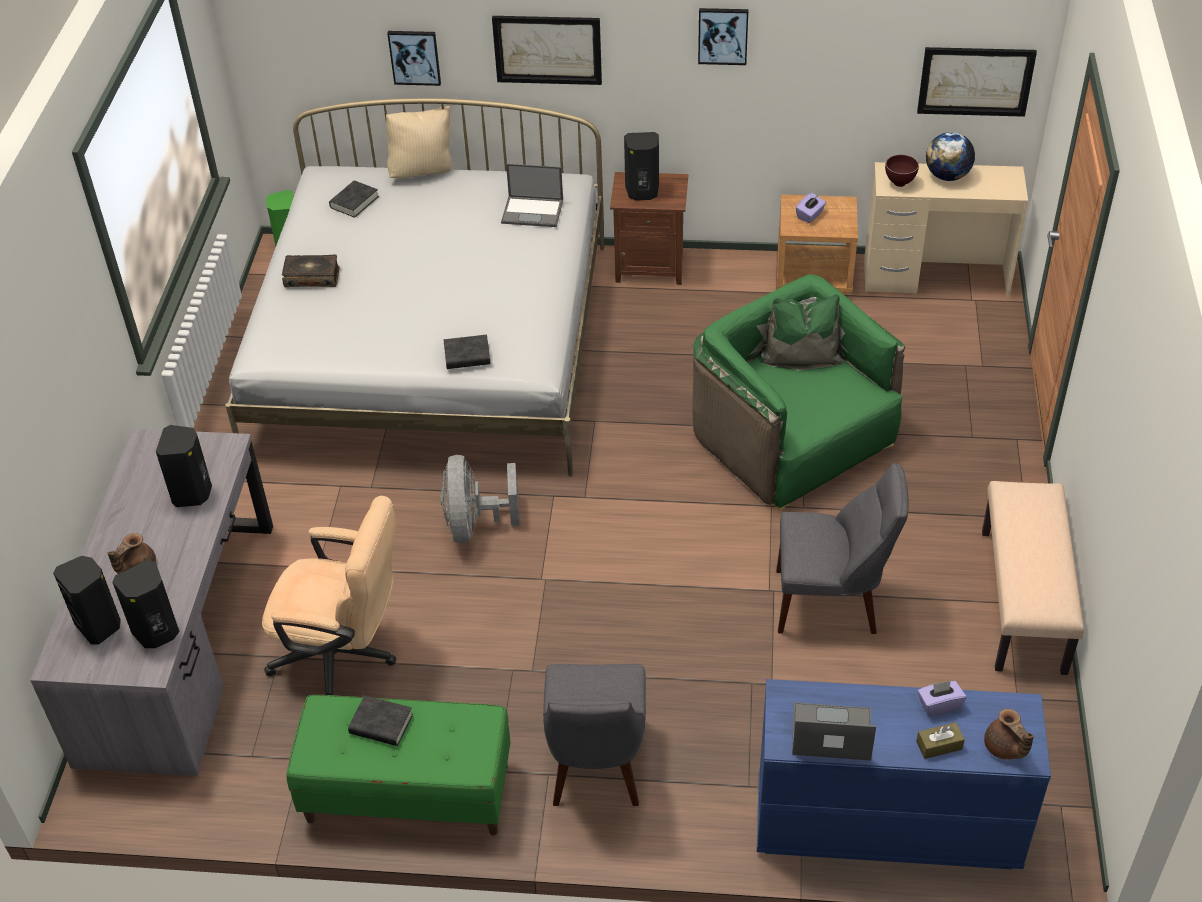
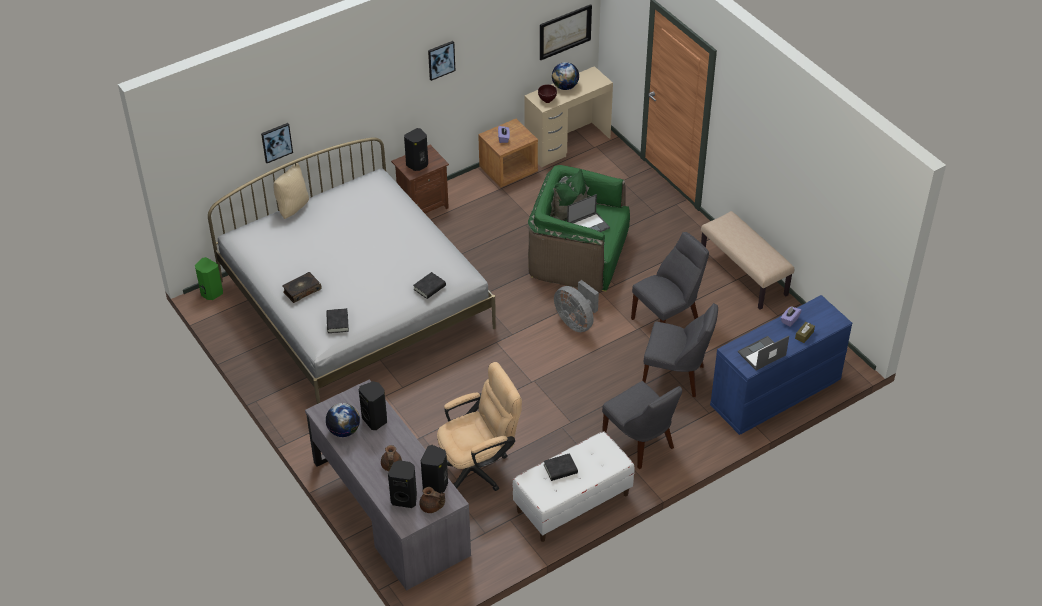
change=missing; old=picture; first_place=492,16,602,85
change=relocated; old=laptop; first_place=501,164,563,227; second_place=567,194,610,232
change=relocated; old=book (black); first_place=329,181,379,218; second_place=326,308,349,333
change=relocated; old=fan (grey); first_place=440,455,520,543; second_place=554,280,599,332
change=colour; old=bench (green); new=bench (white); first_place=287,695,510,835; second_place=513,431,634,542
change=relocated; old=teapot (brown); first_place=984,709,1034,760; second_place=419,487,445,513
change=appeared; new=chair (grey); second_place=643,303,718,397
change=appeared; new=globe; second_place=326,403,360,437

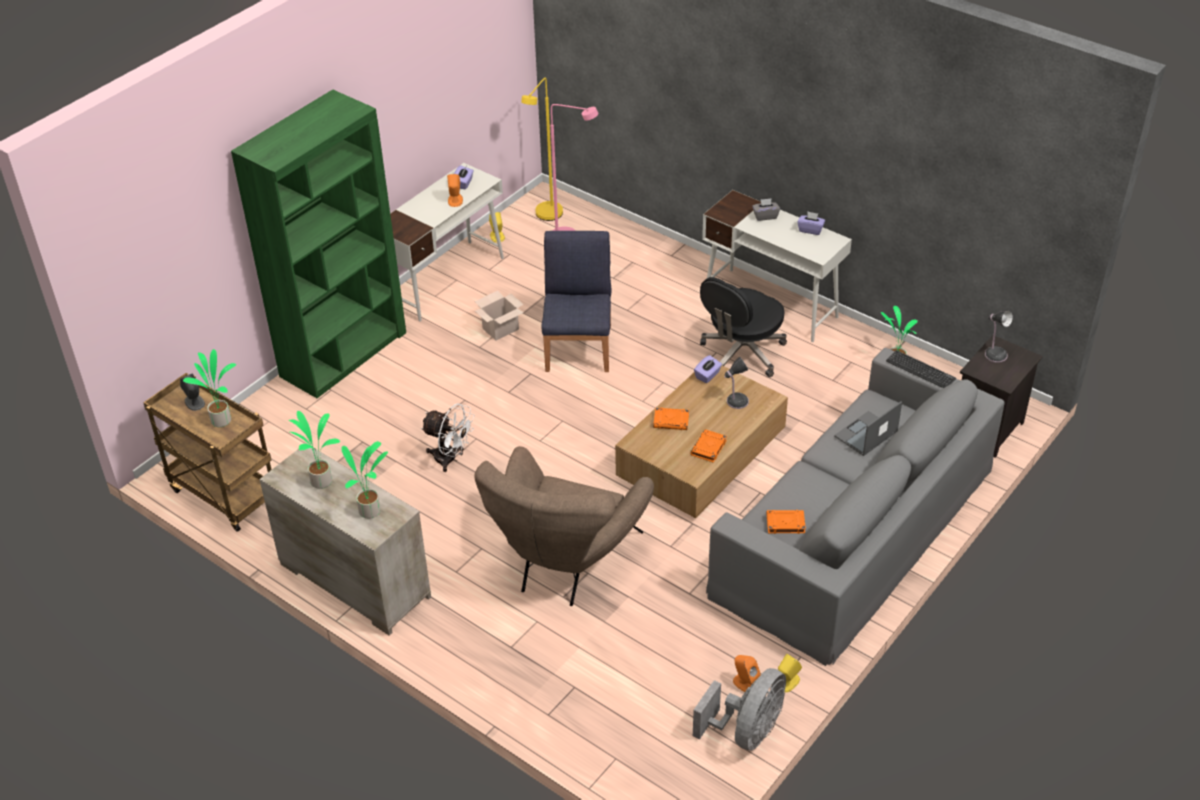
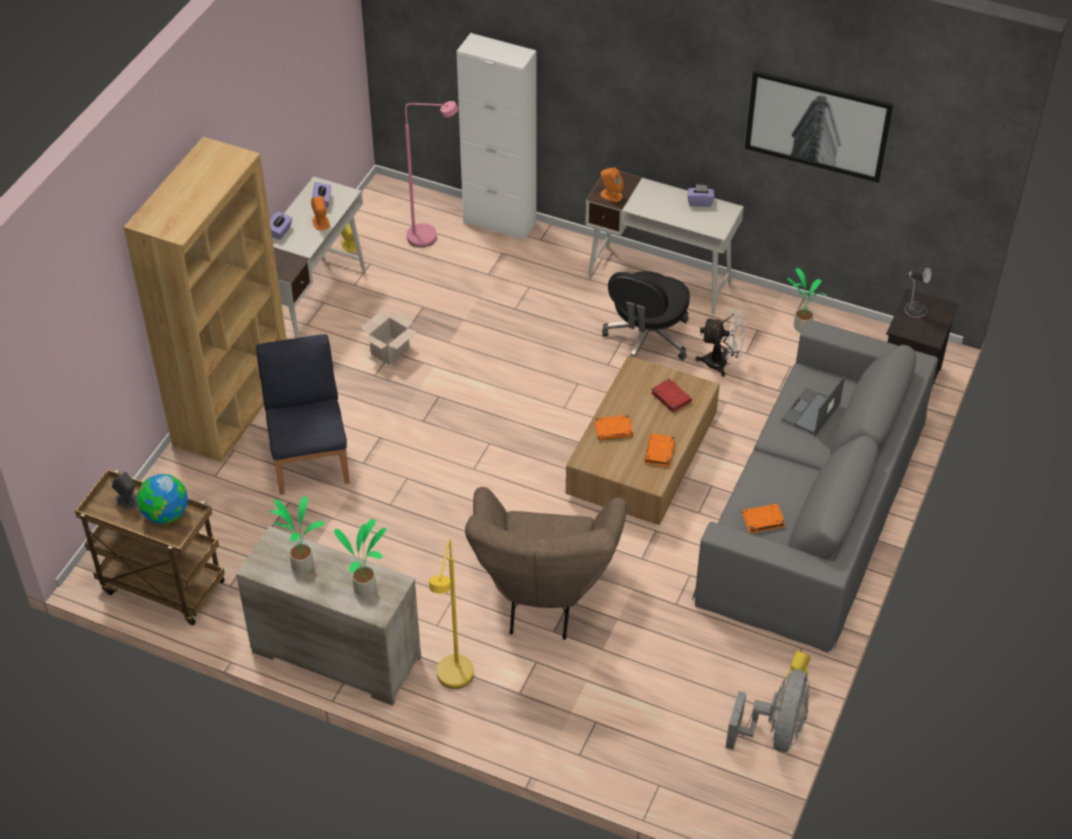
change=relocated; old=floor lamp (yellow); first_place=521,78,563,221; second_place=429,539,474,689
change=colour; old=bookcase (green); new=bookcase (brown); first_place=231,89,406,398; second_place=123,137,287,462
change=missing; old=tissue box (grey); first_place=752,199,780,221
change=relocated; old=chair (blue); first_place=541,231,611,372; second_place=256,334,350,495
change=exchanged; old=potted plant; new=globe; first_place=183,349,236,427; second_place=137,474,188,524
change=missing; old=keyboard; first_place=886,350,956,388
change=relocated; old=tissue box (purple); first_place=694,355,722,383; second_place=270,211,292,239
change=exchanged; old=table lamp; new=book (red); first_place=724,357,749,409; second_place=651,379,692,413
change=relocated; old=fan (white); first_place=421,403,475,472; second_place=695,308,747,377
change=relocated; old=speaker (orange); first_place=733,655,761,692; second_place=600,168,624,202
change=appeared; new=cabinet (white); second_place=457,33,537,241
change=appeared; new=picture; second_place=745,71,893,183

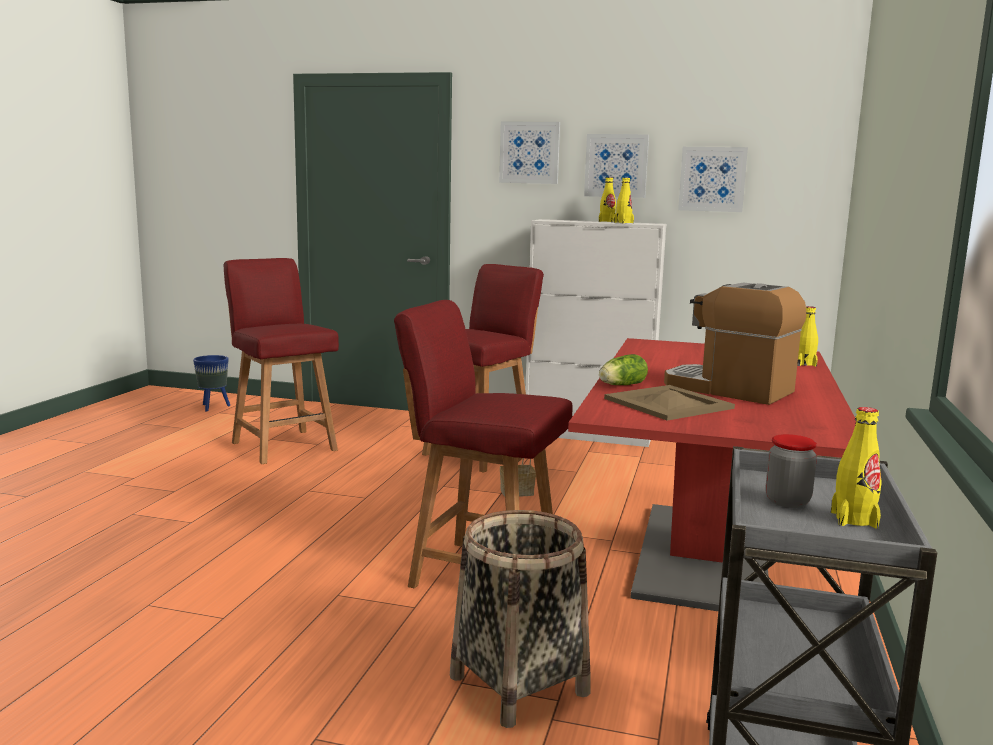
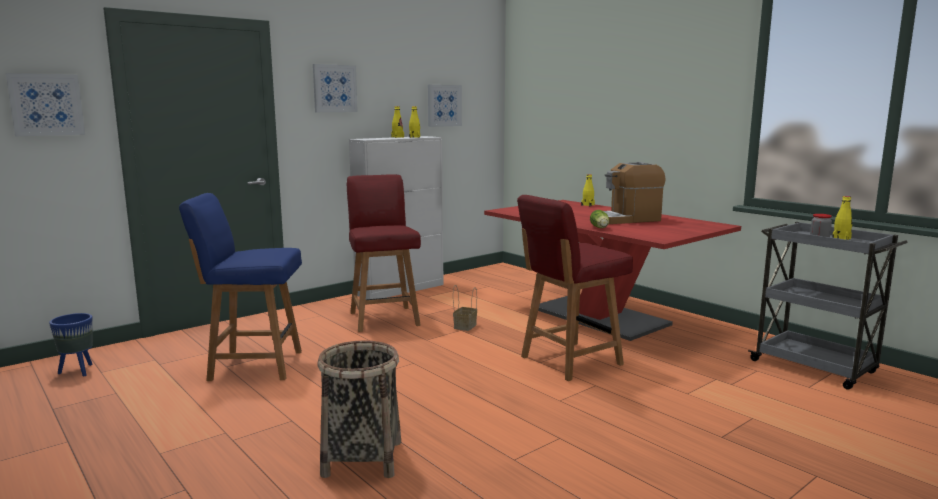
change=relocated; old=picture; first_place=584,134,649,198; second_place=6,73,85,136
change=colour; old=chair (red); new=chair (blue); first_place=223,258,339,464; second_place=179,193,302,381
change=missing; old=tray (beige); first_place=604,385,735,421
change=relocated; old=basket; first_place=450,510,590,728; second_place=317,340,401,478

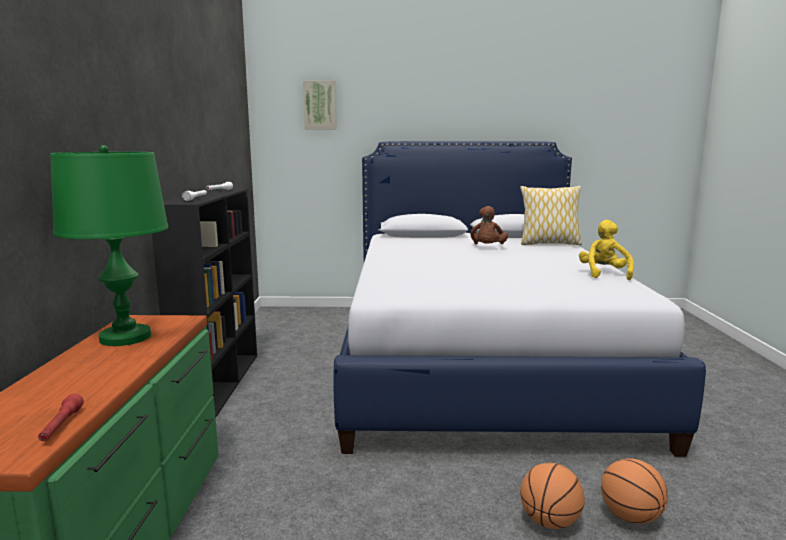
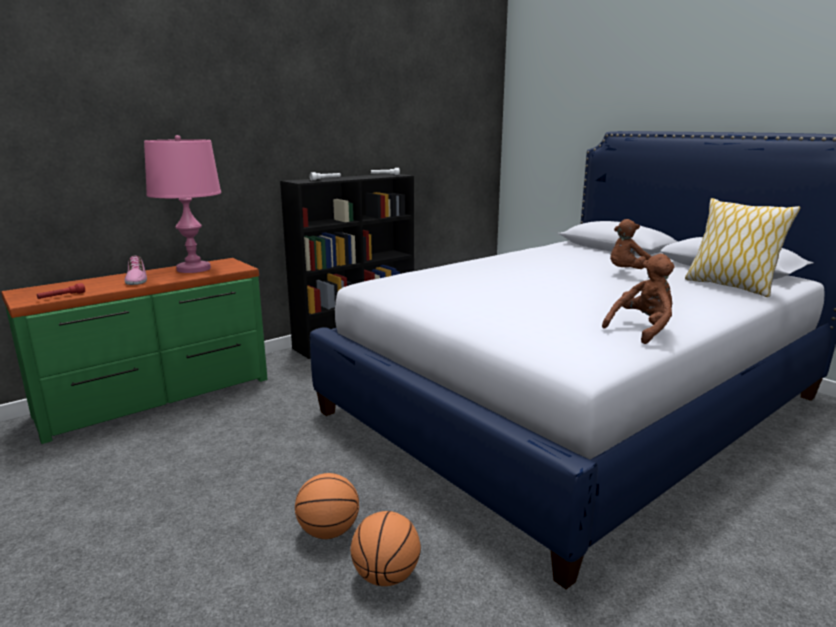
change=missing; old=picture; first_place=303,80,337,129
change=colour; old=table lamp (green); new=table lamp (pink); first_place=50,145,168,346; second_place=144,135,221,273
change=colour; old=plush toy (yellow); new=plush toy (brown); first_place=579,220,634,280; second_place=602,254,675,344
change=appeared; new=shoe; second_place=125,256,147,285

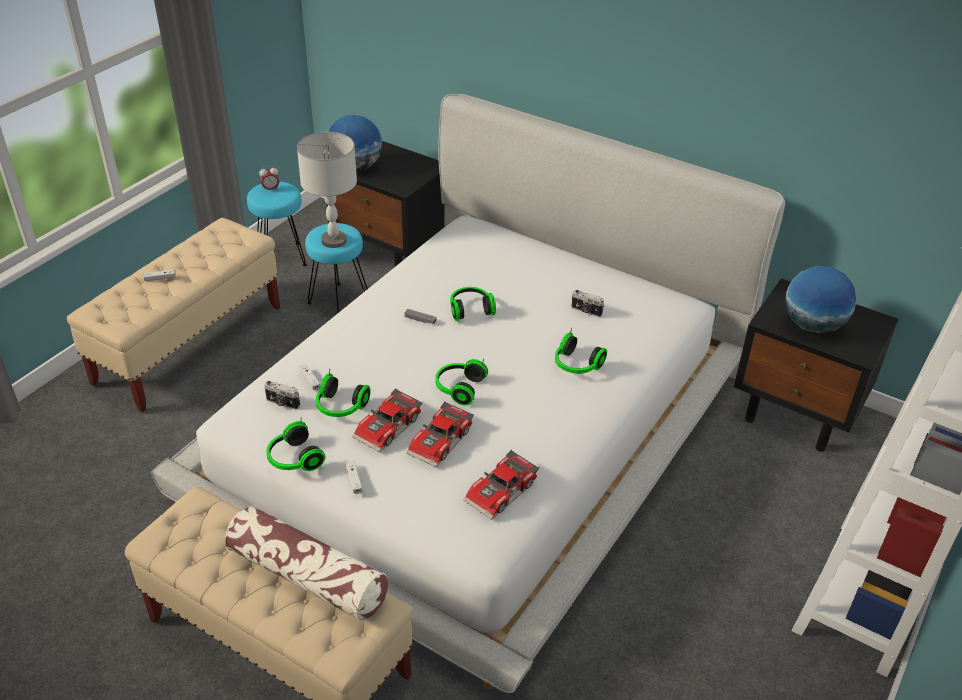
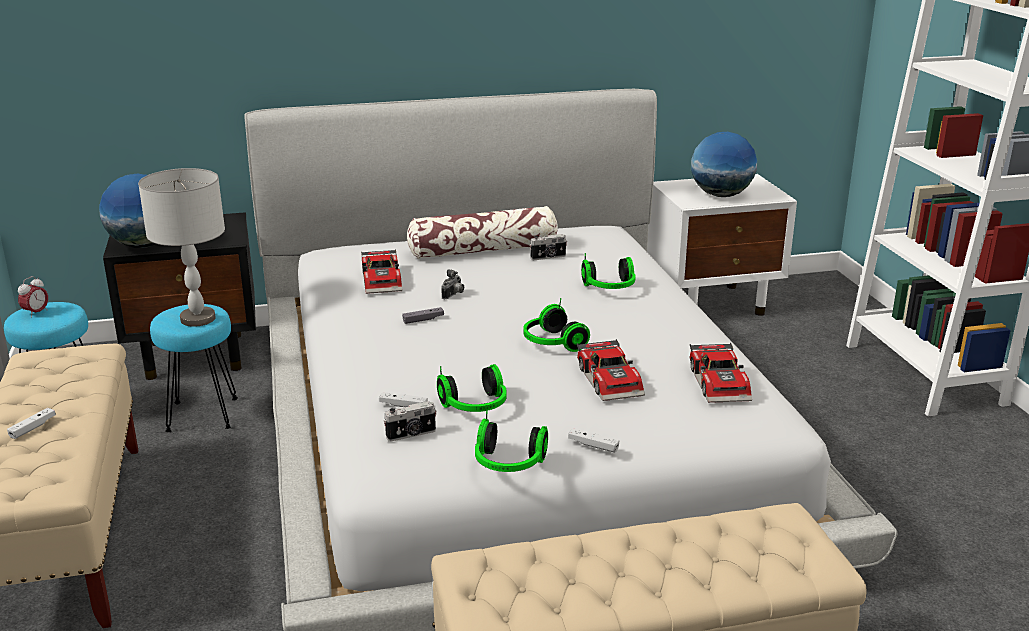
change=colour; old=nightstand (black); new=nightstand (white); first_place=734,278,899,452; second_place=647,174,797,316
change=exchanged; old=headphones; new=photo camera; first_place=450,287,496,321; second_place=441,269,464,299
change=relocated; old=toy car; first_place=353,389,422,452; second_place=361,249,402,294
change=relocated; old=pillow; first_place=225,506,388,620; second_place=407,206,558,259

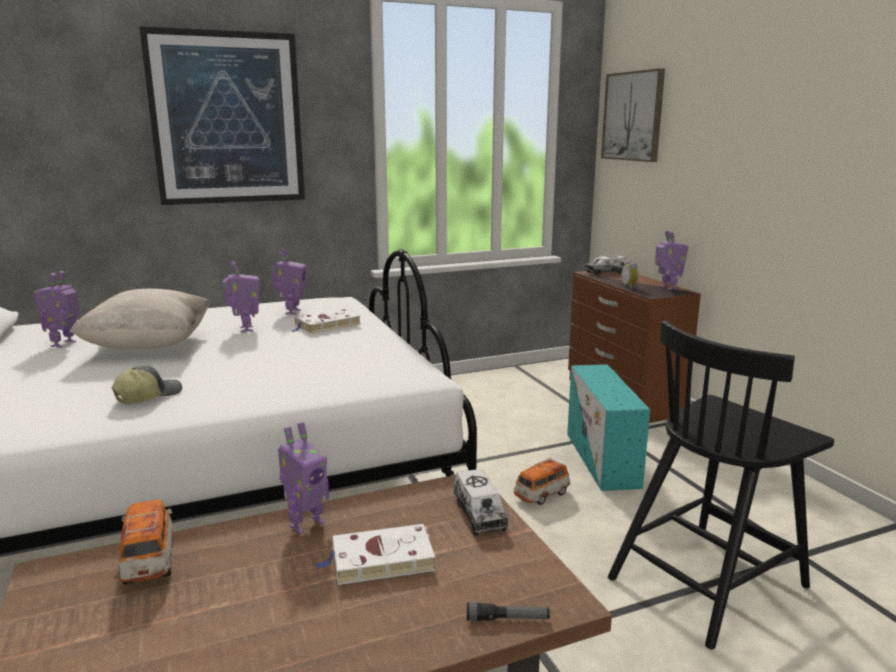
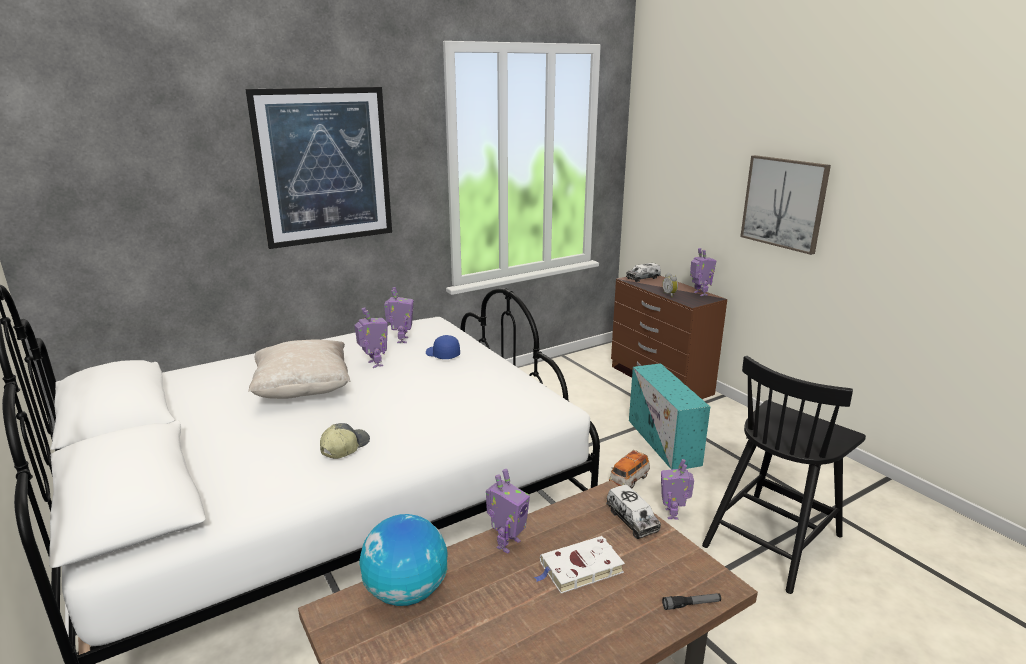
change=relocated; old=picture; first_place=601,68,665,162; second_place=740,155,831,255
change=relocated; old=toy robot; first_place=34,271,80,348; second_place=661,459,694,520
change=exchanged; old=book (white); new=cap (blue); first_place=291,309,361,334; second_place=426,335,460,359
change=exchanged; old=toy car; new=globe; first_place=118,500,173,586; second_place=360,514,448,606

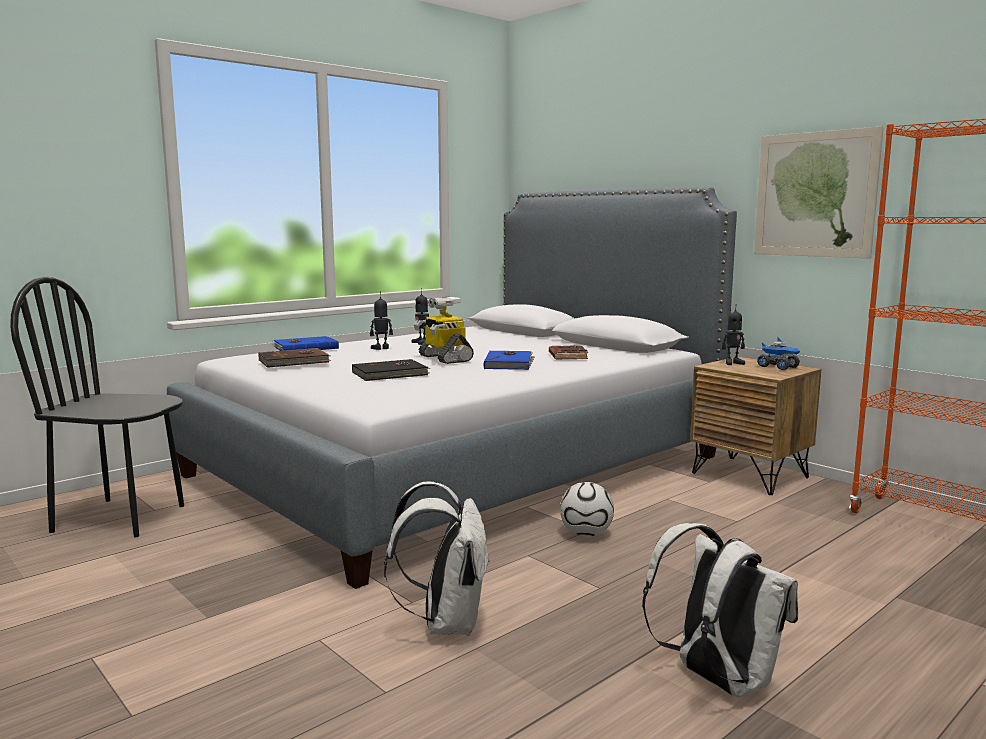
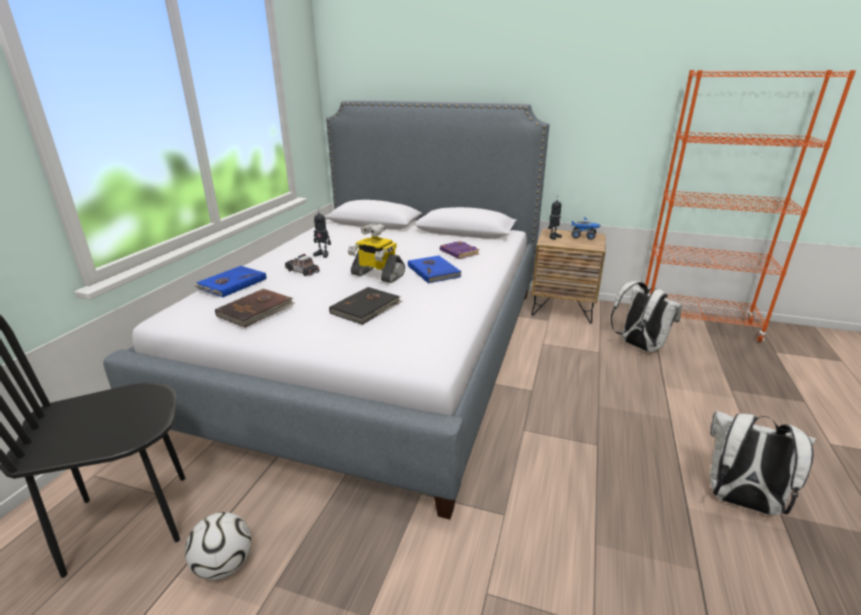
change=missing; old=picture; first_place=754,126,884,258
change=exchanged; old=toy robot; new=toy car; first_place=370,294,393,350; second_place=285,254,320,276
change=colour; old=book (brown); new=book (purple); first_place=549,345,588,360; second_place=440,241,479,259
change=relocated; old=backpack (white); first_place=384,481,490,636; second_place=611,281,682,352
change=relocated; old=football; first_place=560,482,614,537; second_place=185,512,251,580

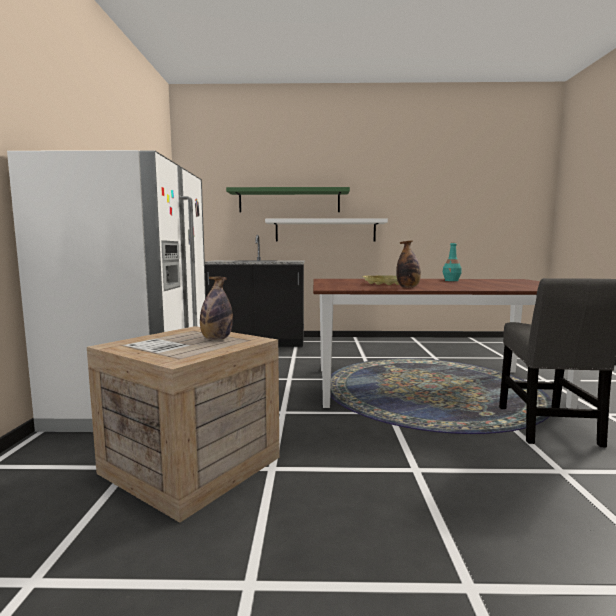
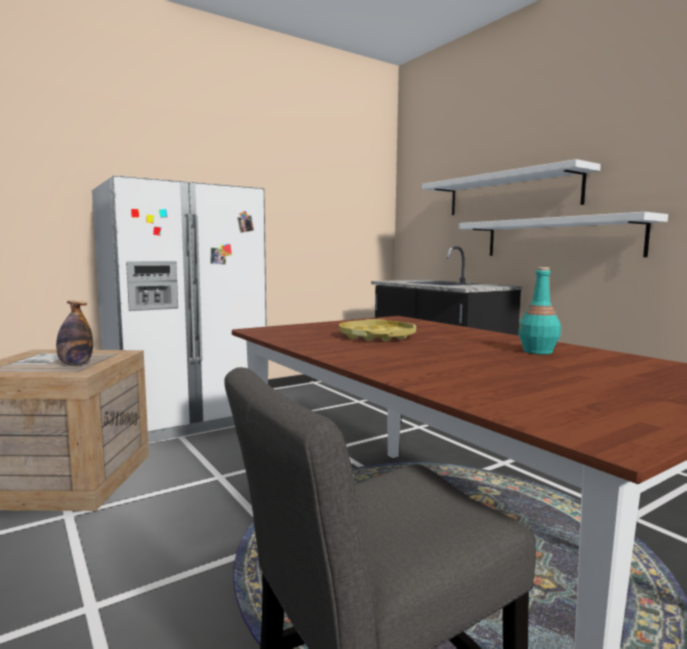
change=colour; old=shelf (green); new=shelf (white); first_place=226,187,350,212; second_place=422,159,601,215
change=missing; old=bottle; first_place=396,240,421,288

